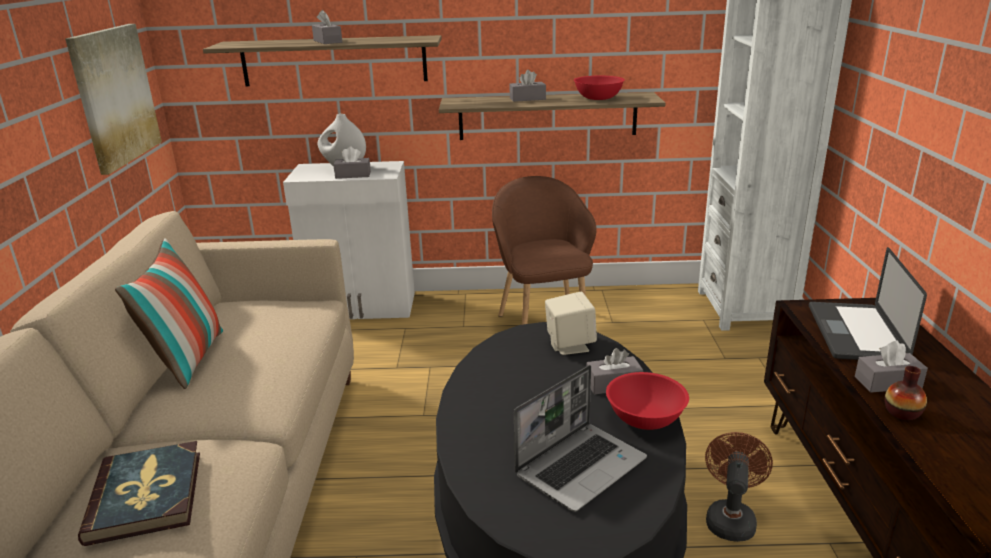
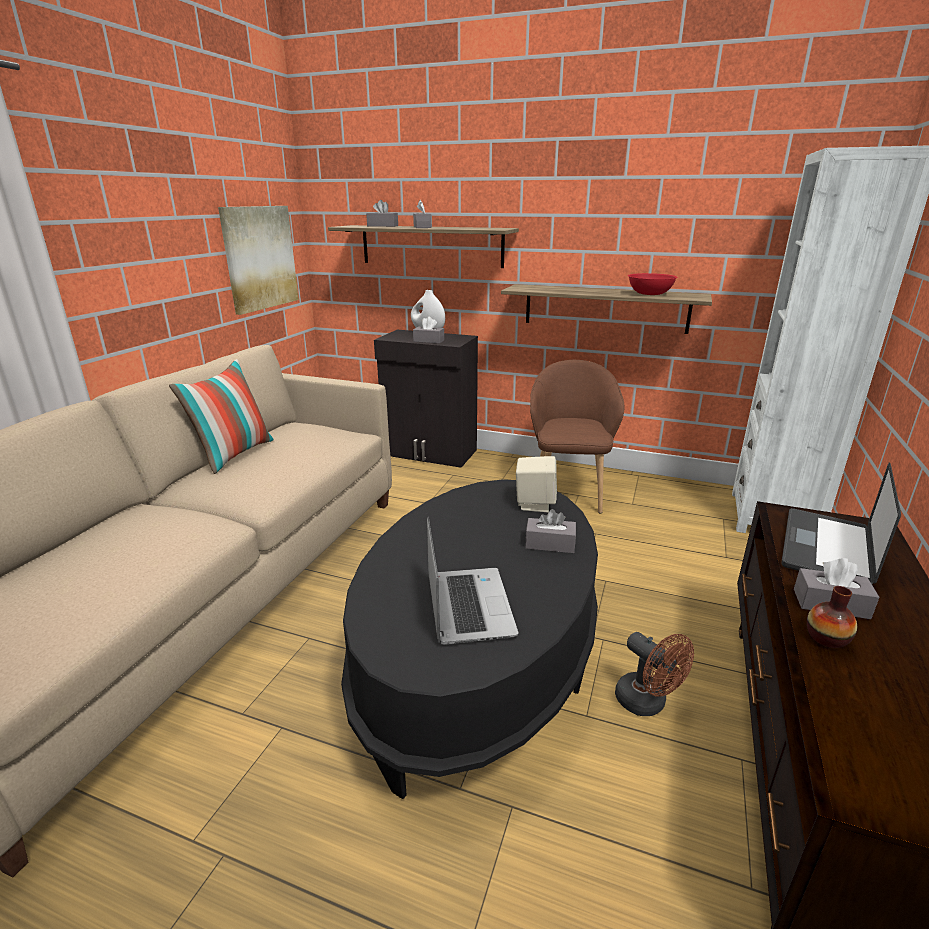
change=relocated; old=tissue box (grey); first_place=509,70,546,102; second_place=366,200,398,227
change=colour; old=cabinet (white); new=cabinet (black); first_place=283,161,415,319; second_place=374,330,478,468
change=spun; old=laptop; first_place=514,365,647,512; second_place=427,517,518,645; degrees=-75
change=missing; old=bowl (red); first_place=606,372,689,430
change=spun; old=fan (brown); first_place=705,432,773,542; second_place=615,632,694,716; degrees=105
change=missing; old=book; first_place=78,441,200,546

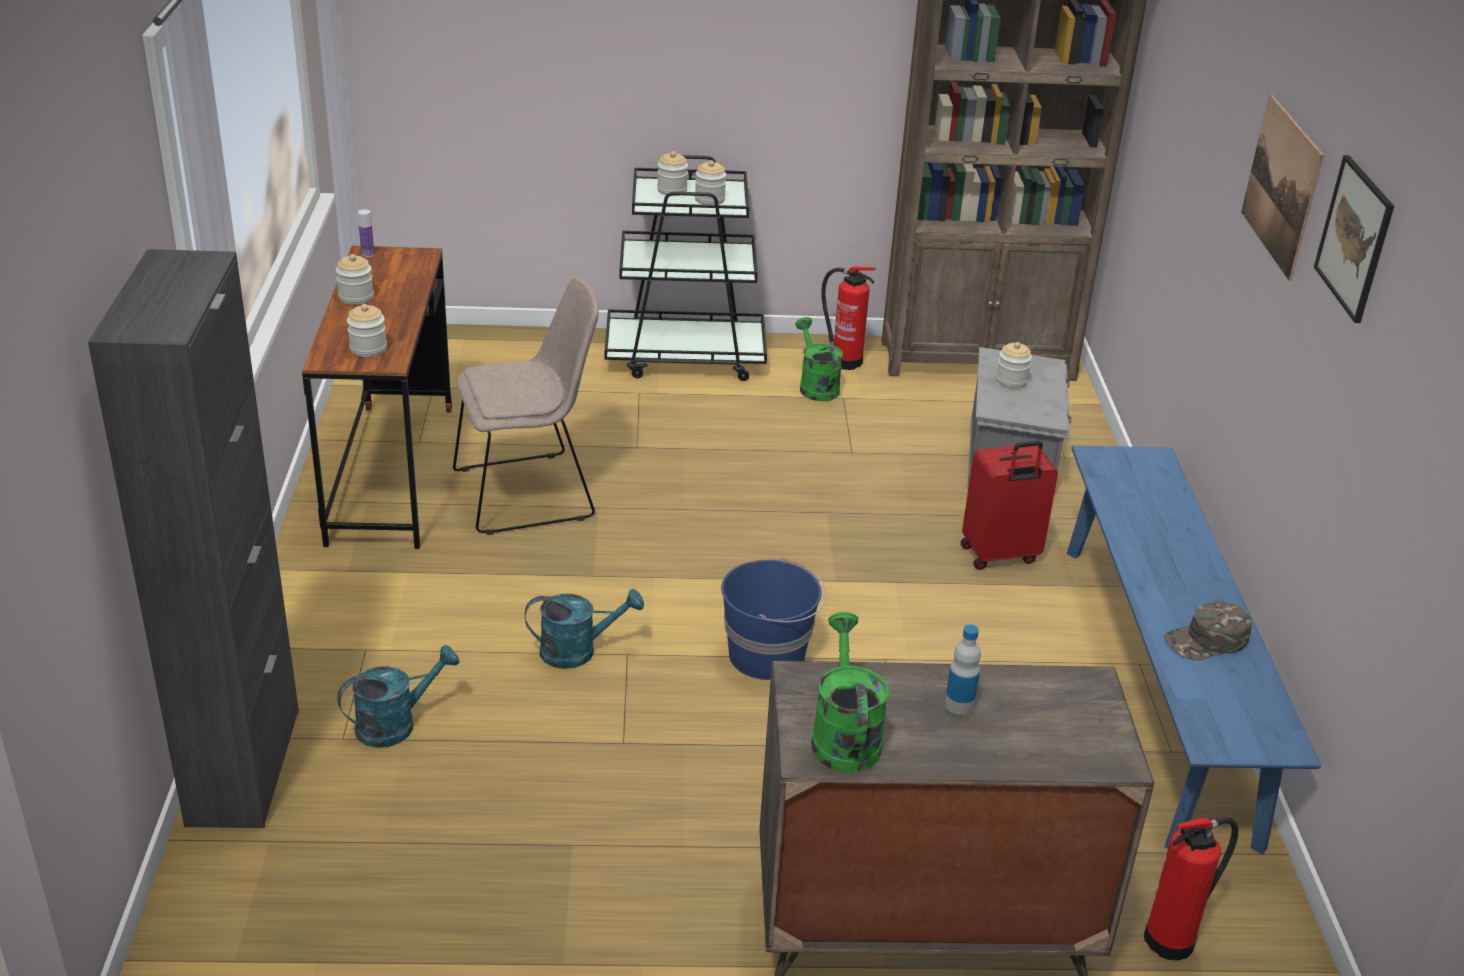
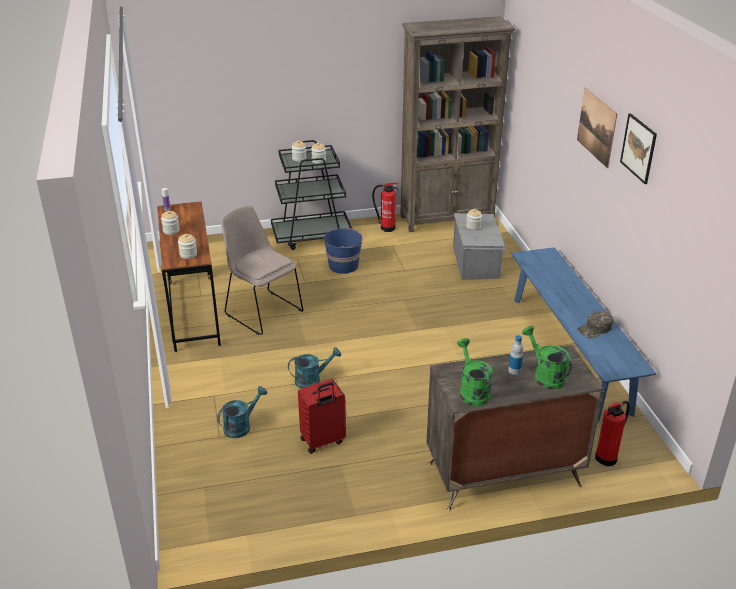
change=missing; old=cabinet (black); first_place=88,249,299,828
change=spun; old=chair (beige); first_place=453,277,599,535; second_place=221,206,303,335; degrees=-105
change=relocated; old=watering can (green); first_place=795,317,843,401; second_place=522,326,572,390
change=relocated; old=suitcase (red); first_place=961,441,1058,570; second_place=298,379,346,454
change=relocated; old=bucket (blue); first_place=721,558,826,680; second_place=324,227,364,274

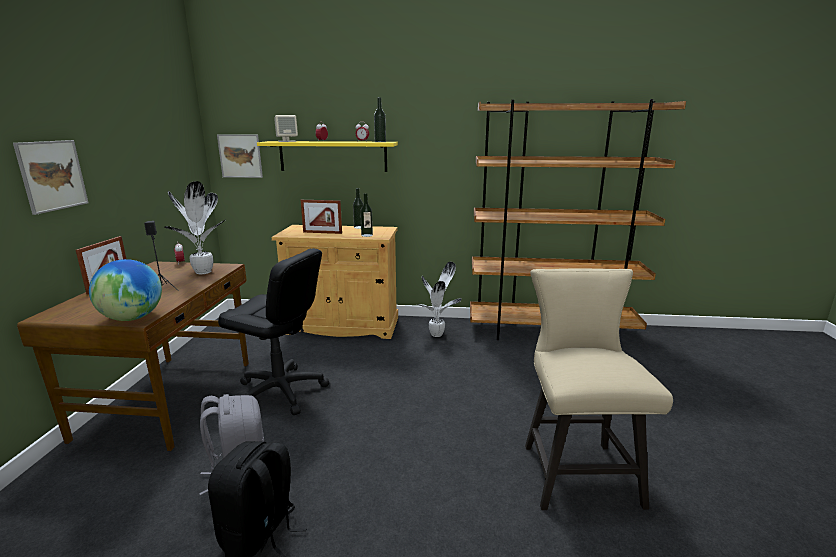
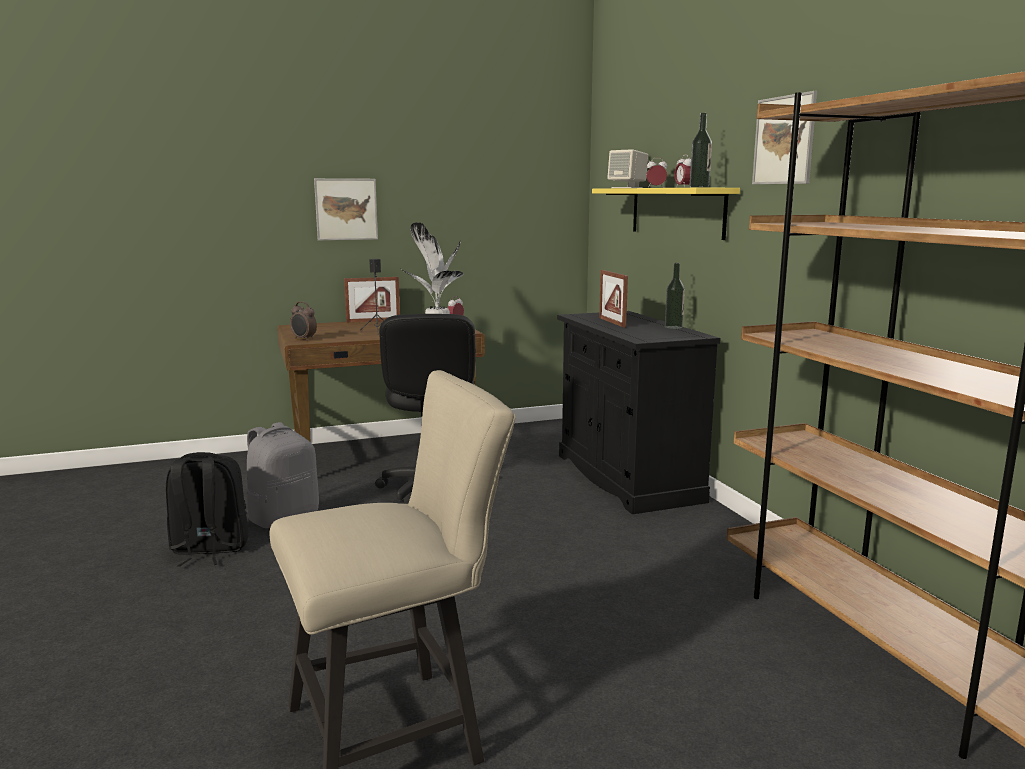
change=relocated; old=picture; first_place=217,135,263,178; second_place=752,91,817,184
change=missing; old=bottle; first_place=360,193,373,237
change=colour; old=cabinet (beige); new=cabinet (black); first_place=272,225,398,339; second_place=558,311,720,514
change=exchanged; old=globe; new=alarm clock; first_place=89,259,162,321; second_place=290,301,317,341
change=missing; old=potted plant; first_place=417,262,461,337

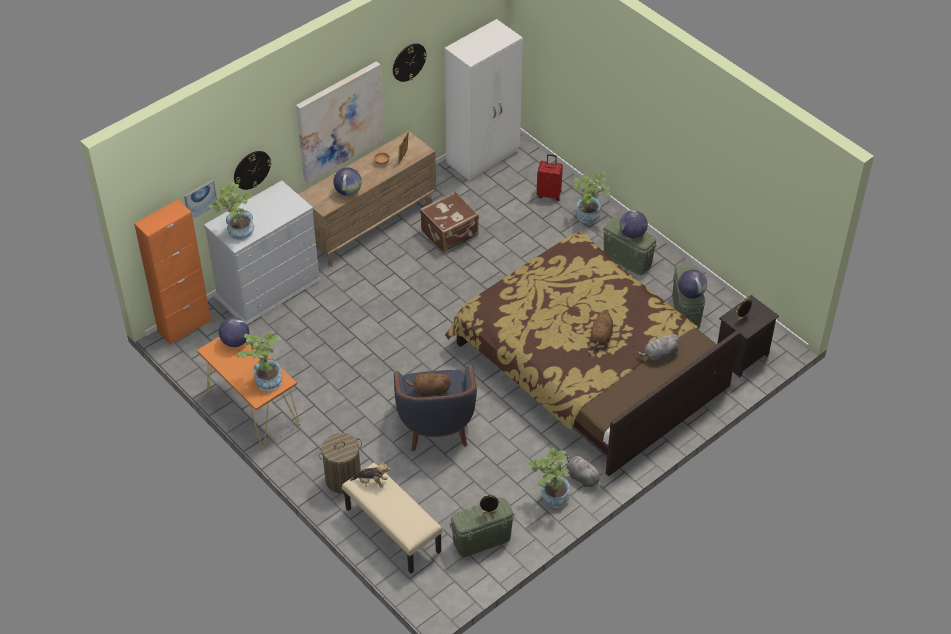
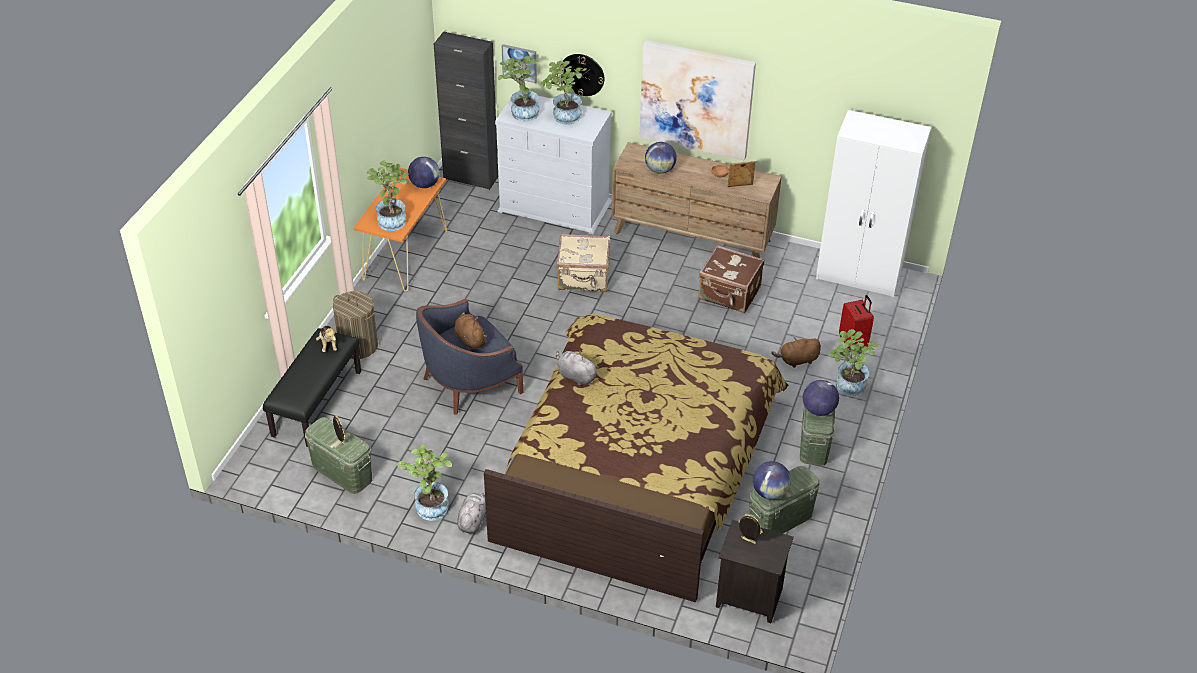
change=missing; old=wall clock; first_place=393,43,427,82
change=colour; old=cabinet (orange); new=cabinet (black); first_place=134,200,211,345; second_place=434,32,498,190
change=relocated; old=plush toy (brown); first_place=590,310,613,348; second_place=771,338,821,368
change=relocated; old=plush toy (grey); first_place=637,334,680,363; second_place=556,351,599,386
change=colour; old=bench (beige); new=bench (black); first_place=342,463,443,573; second_place=263,328,361,447
change=appeared; new=potted plant; second_place=540,61,587,124
change=appeared; new=suitcase (beige); second_place=556,234,611,292

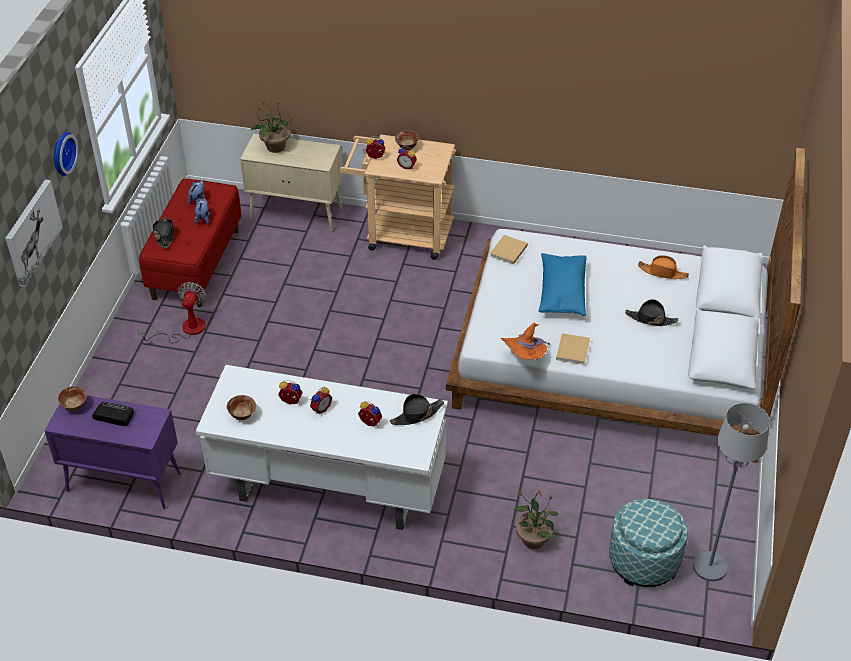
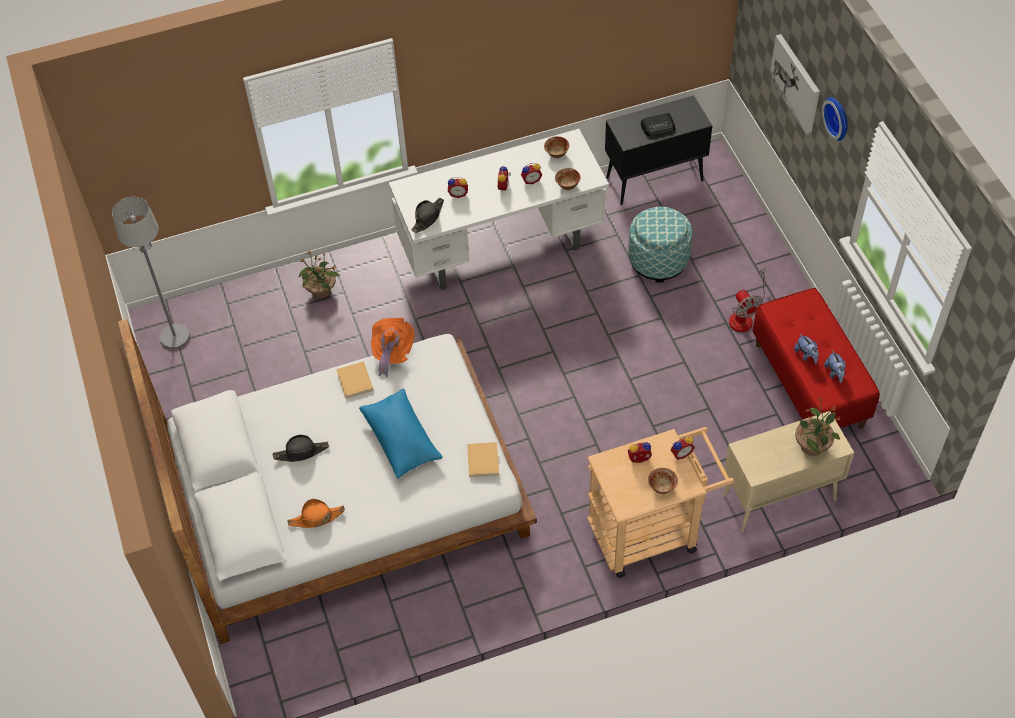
change=missing; old=hat (black); first_place=153,218,174,248
change=relocated; old=bowl; first_place=58,386,87,411; second_place=555,168,581,190
change=colour; old=cabinet (purple); new=cabinet (black); first_place=44,395,181,509; second_place=605,95,712,205
change=relocated; old=ottoman; first_place=609,499,688,587; second_place=628,207,692,283

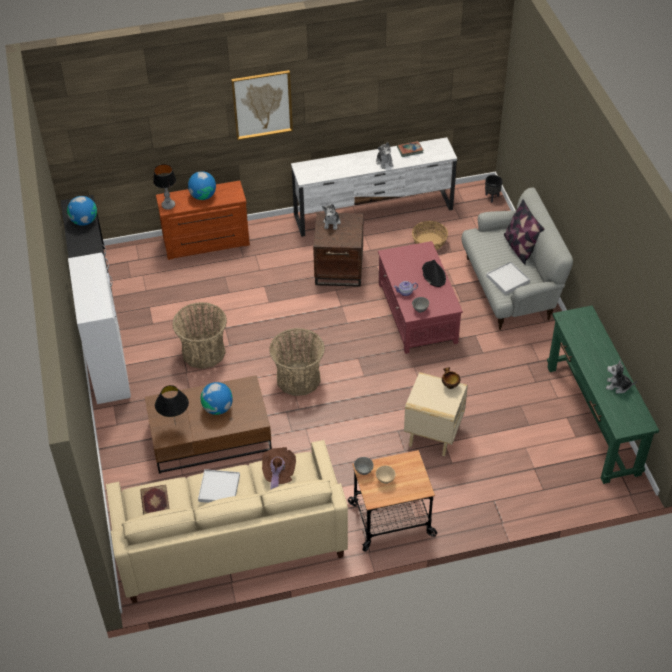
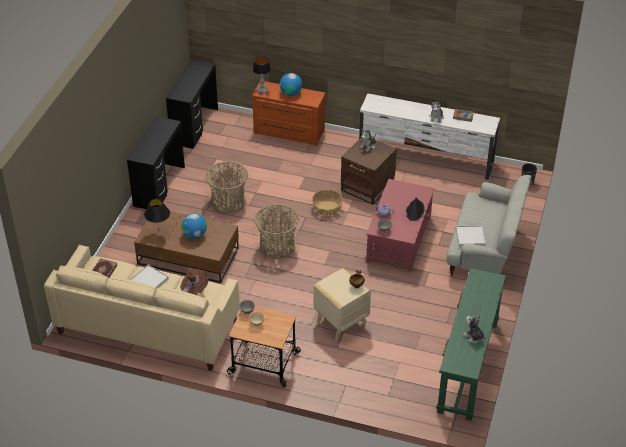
change=missing; old=picture; first_place=231,70,293,140
change=missing; old=globe; first_place=67,196,97,226
change=missing; old=pillow; first_place=504,199,544,265
change=relocated; old=basket; first_place=412,221,448,250; second_place=312,190,343,216
change=exchanged; old=cabinet (white); new=desk (black); first_place=68,253,131,404; second_place=127,116,185,209

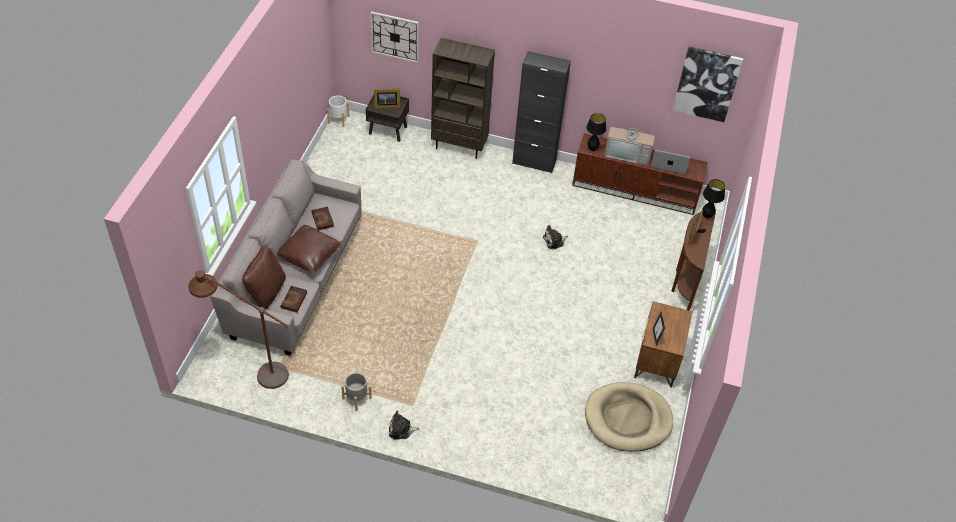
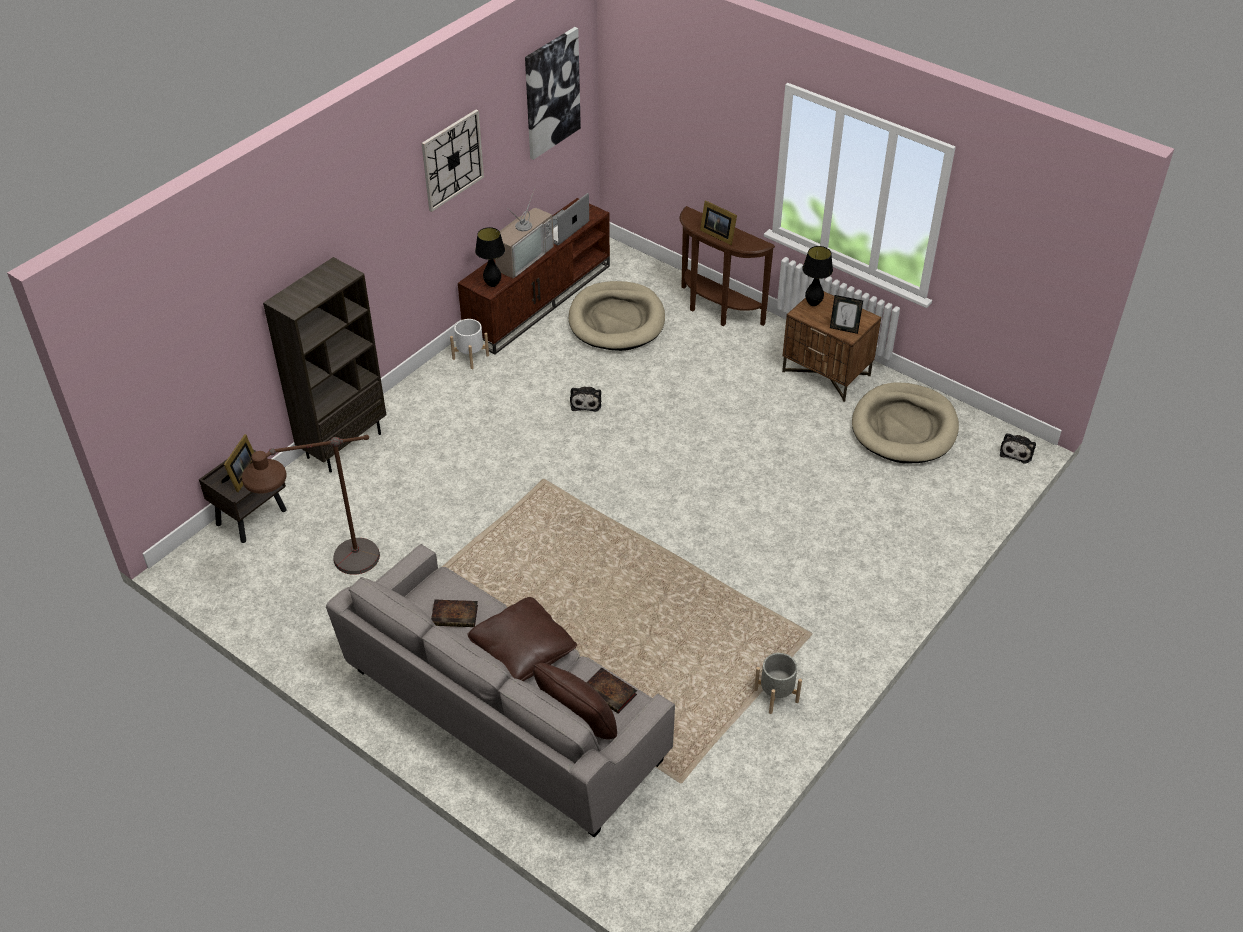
change=relocated; old=wall clock; first_place=370,11,419,63; second_place=422,109,484,212
change=missing; old=cabinet (black); first_place=512,51,571,173
change=relocated; old=planter (white); first_place=327,96,350,127; second_place=450,319,489,369
change=relocated; old=table lamp (black); first_place=702,179,725,218; second_place=802,246,833,306
change=relocated; old=floor lamp (brown); first_place=188,270,289,389; second_place=242,435,380,575
change=relocated; old=plush toy; first_place=389,410,419,440; second_place=1000,433,1036,463
change=appeared; new=dog bed (beige); second_place=569,281,665,351

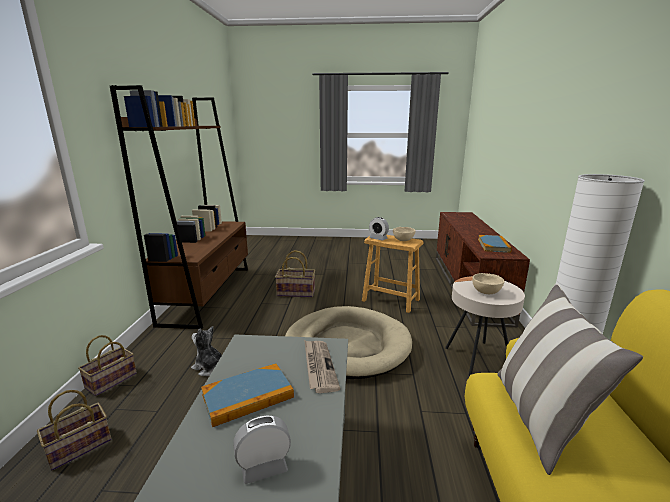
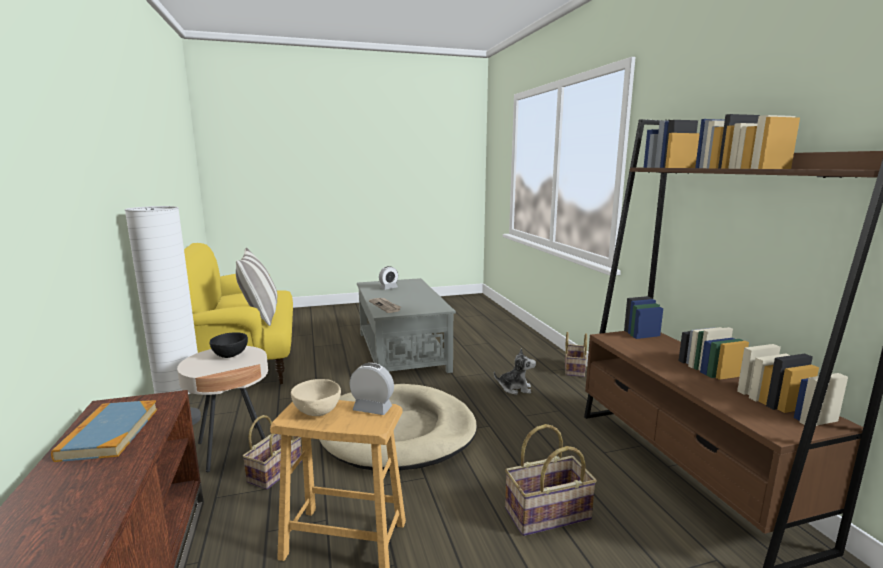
change=colour; old=bowl (beige); new=bowl (black); first_place=472,273,504,294; second_place=210,332,248,358
change=missing; old=book; first_place=201,363,294,427
change=relocated; old=basket; first_place=37,390,111,471; second_place=242,415,302,490

